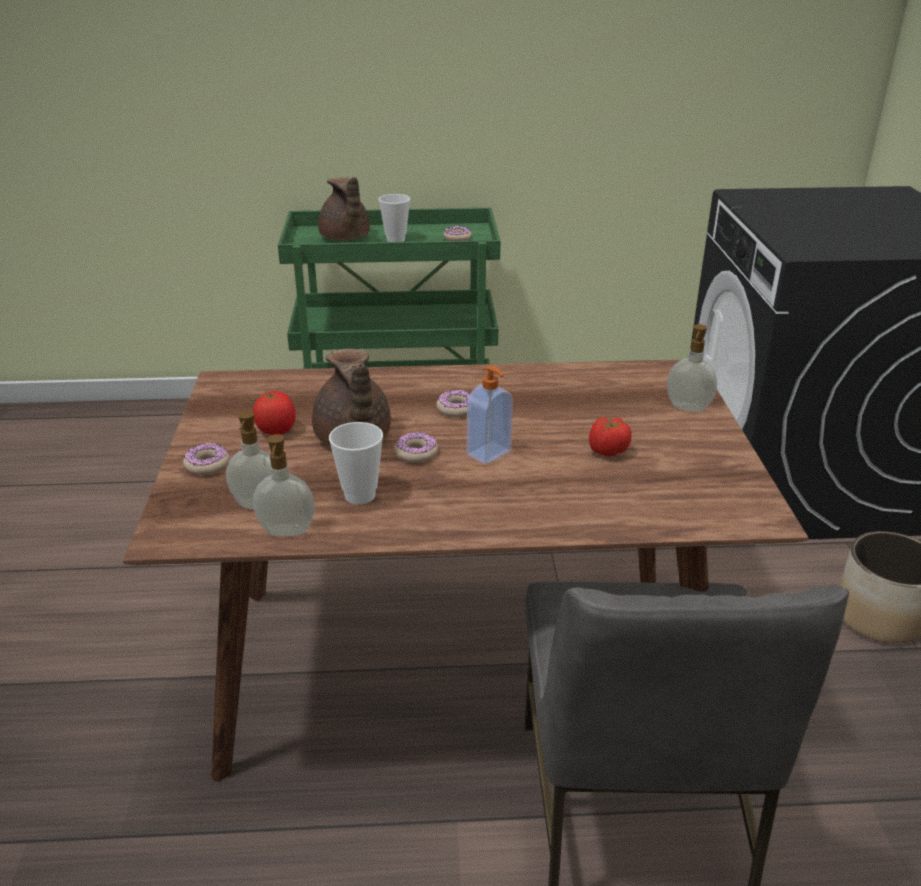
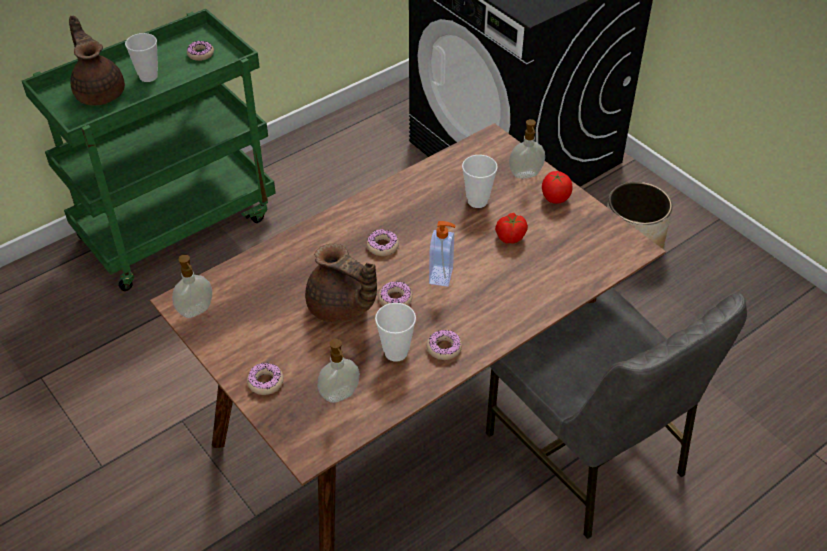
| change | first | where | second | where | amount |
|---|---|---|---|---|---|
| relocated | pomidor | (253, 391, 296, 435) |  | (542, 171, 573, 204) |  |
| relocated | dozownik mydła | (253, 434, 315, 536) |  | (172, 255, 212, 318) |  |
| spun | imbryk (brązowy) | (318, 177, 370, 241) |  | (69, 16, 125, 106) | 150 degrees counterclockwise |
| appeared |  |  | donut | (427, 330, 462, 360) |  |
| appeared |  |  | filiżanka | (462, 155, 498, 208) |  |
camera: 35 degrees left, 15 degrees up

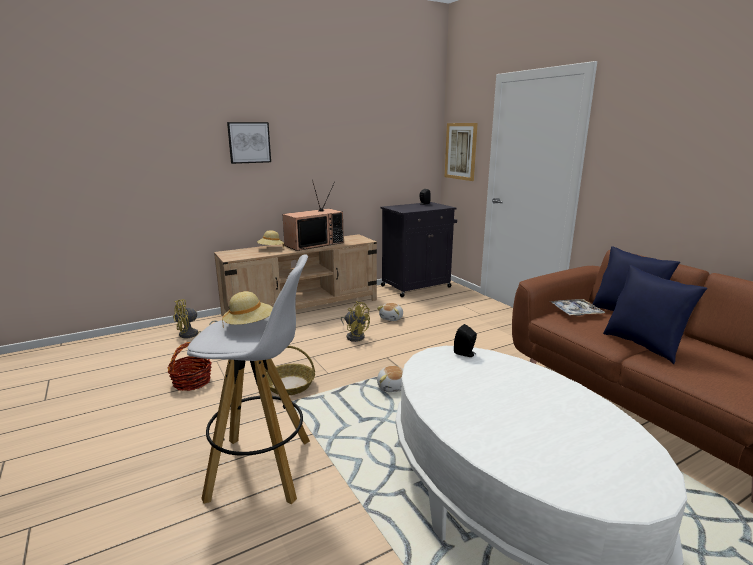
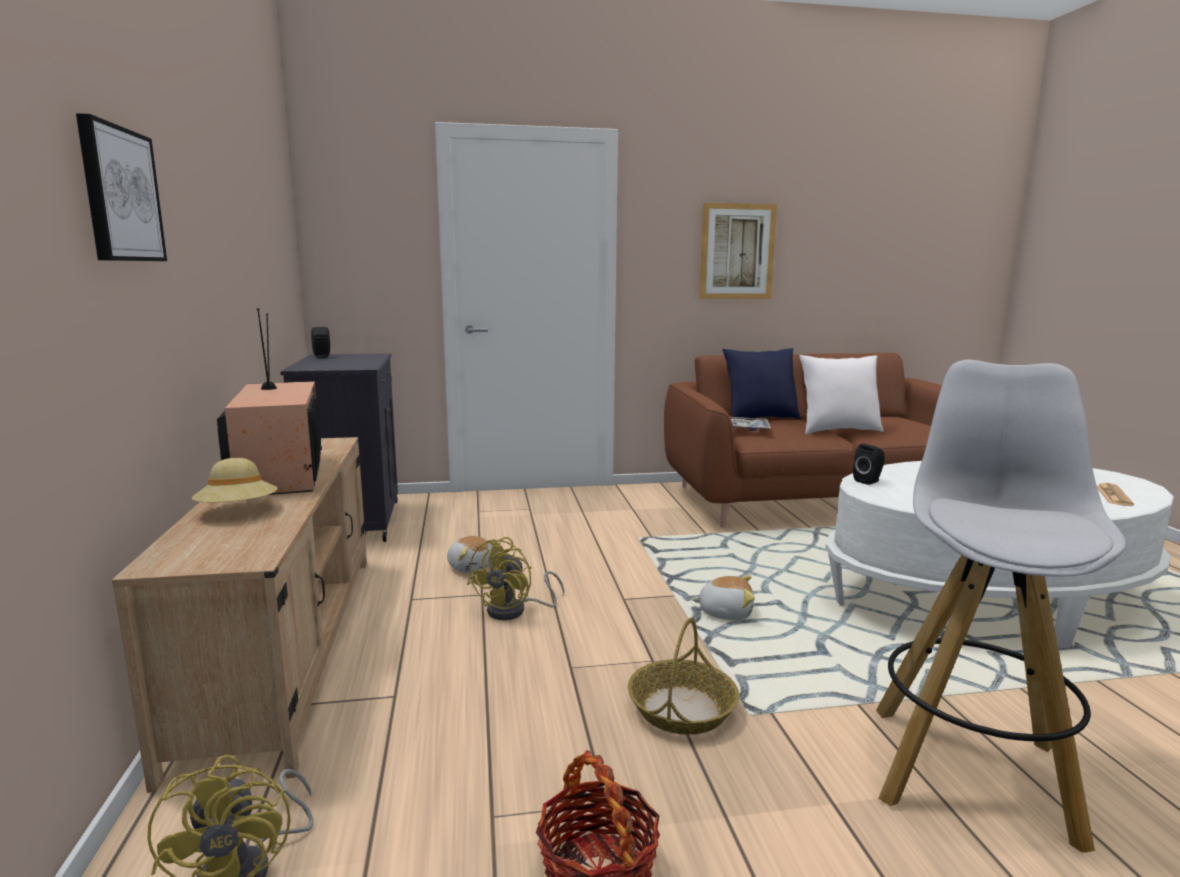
| change | first | where | second | where | amount |
|---|---|---|---|---|---|
| missing | kapelusz (beżowy) | (222, 291, 273, 326) |  |  |  |
| spun | wentylator (żółty) | (341, 301, 370, 342) |  | (467, 537, 565, 620) | 150 degrees clockwise |
| relocated | obraz | (445, 123, 478, 181) |  | (699, 203, 777, 299) |  |
| colour | poduszka (niebieski) | (603, 265, 707, 364) | poduszka (biały) | (799, 355, 884, 434) |  |
| appeared |  |  | gazeta | (1097, 483, 1134, 506) |  |
camera: 70 degrees left, 5 degrees down

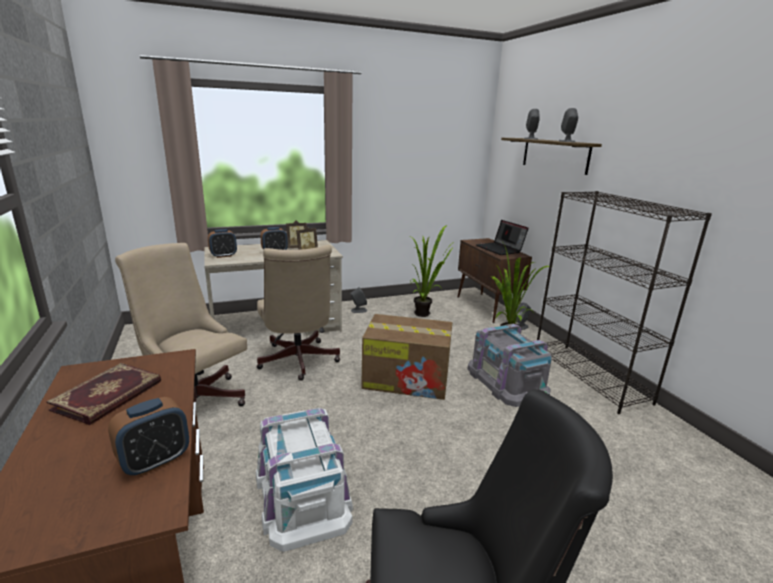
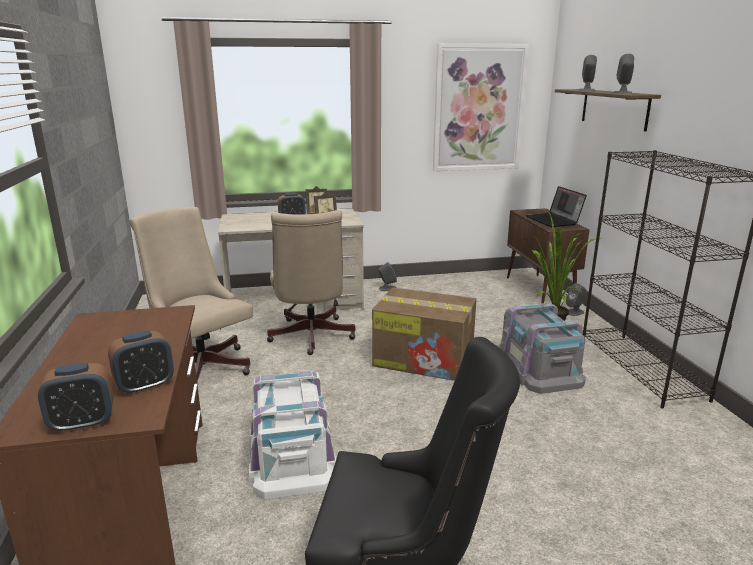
| change | first | where | second | where | amount |
|---|---|---|---|---|---|
| missing | książka | (46, 363, 161, 425) |  |  |  |
| relocated | budzik | (208, 229, 237, 258) |  | (38, 363, 113, 433) |  |
| missing | roślina doniczkowa | (410, 225, 454, 317) |  |  |  |
| appeared |  |  | obraz | (433, 43, 529, 171) |  |
camera: 10 degrees right, 0 degrees up

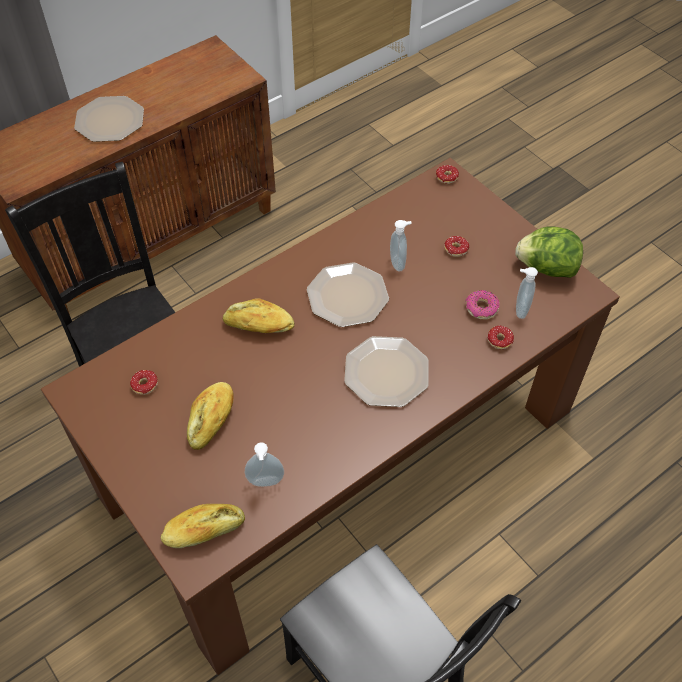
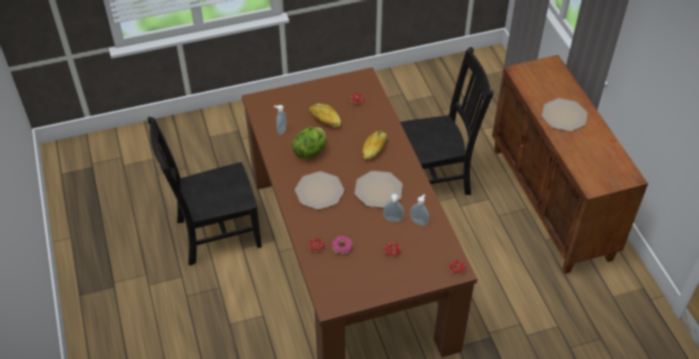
| change | first | where | second | where | amount |
|---|---|---|---|---|---|
| missing | chleb | (161, 504, 245, 548) |  |  |  |
| relocated | sałata | (515, 226, 583, 278) |  | (292, 127, 326, 159) |  |
| relocated | dozownik mydła | (516, 267, 538, 319) |  | (410, 195, 429, 226) |  |
camera: 110 degrees right, 5 degrees down

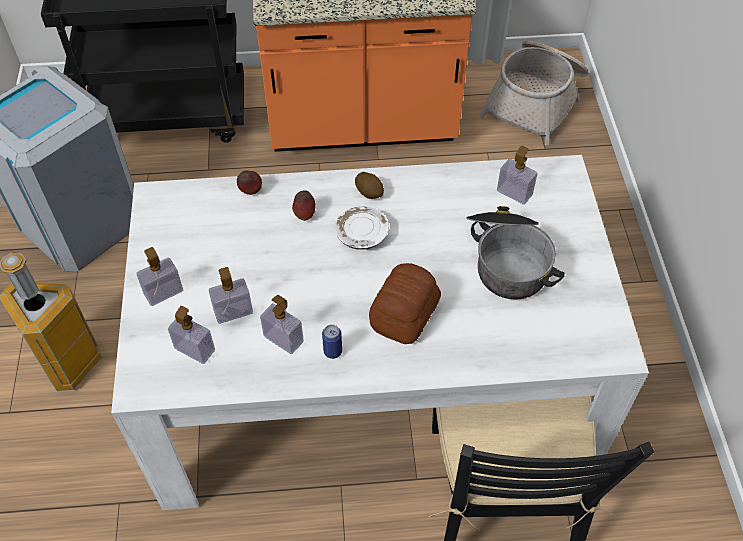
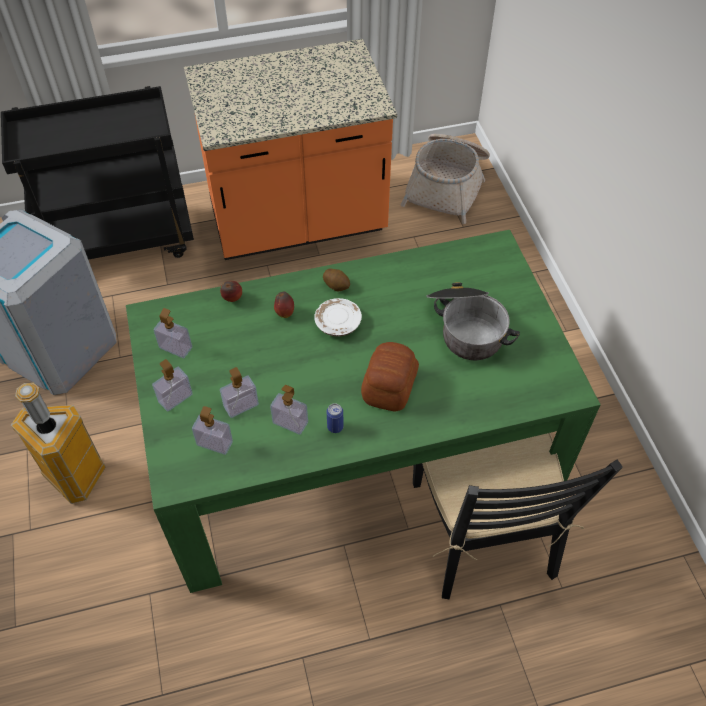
| change | first | where | second | where | amount |
|---|---|---|---|---|---|
| colour | stół jadalny (biały) | (111, 155, 649, 510) | stół jadalny (zielony) | (126, 230, 601, 593) |  |
| relocated | dozownik mydła | (497, 145, 538, 205) |  | (153, 308, 192, 358) |  |
camera: 10 degrees left, 0 degrees up

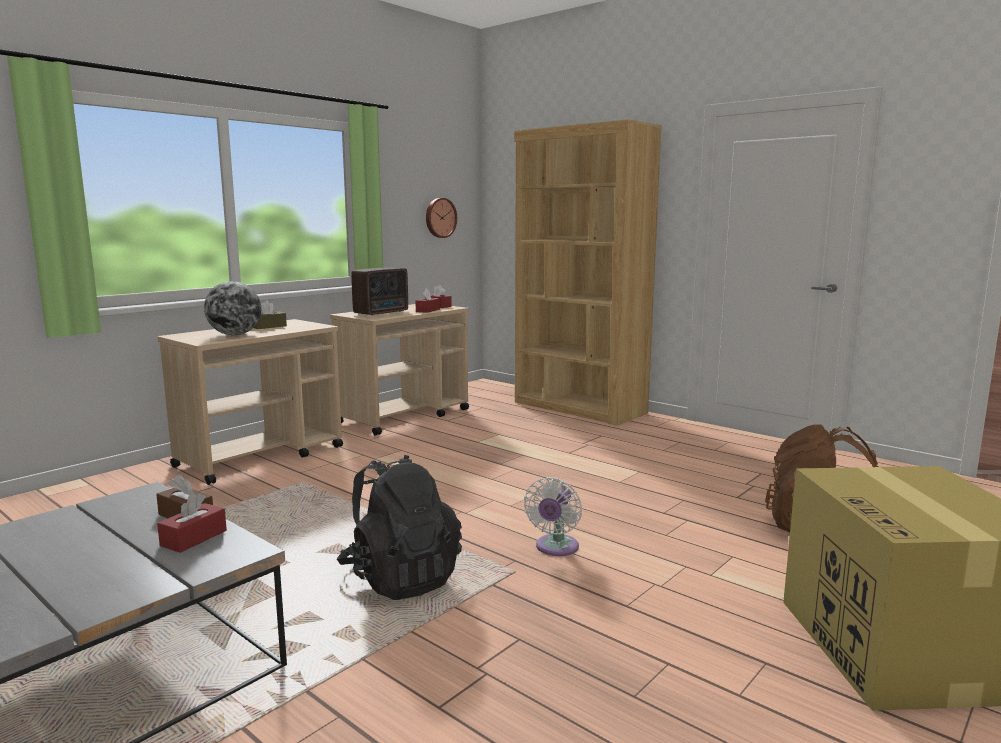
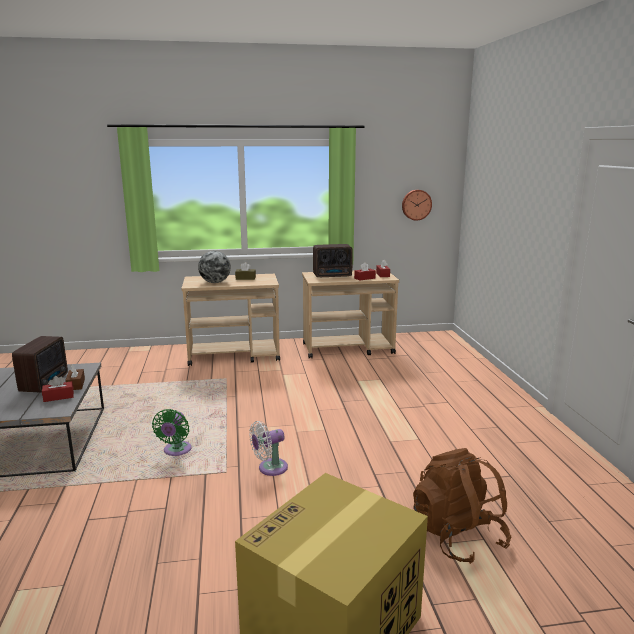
| change | first | where | second | where | amount |
|---|---|---|---|---|---|
| exchanged | plecak (czarny) | (337, 455, 462, 600) | wentylator (zielony) | (152, 409, 192, 456) |  |
| missing | regał (brązowy) | (514, 119, 662, 426) |  |  |  |
| appeared |  |  | radio | (12, 336, 68, 393) |  |
camera: 40 degrees right, 5 degrees up

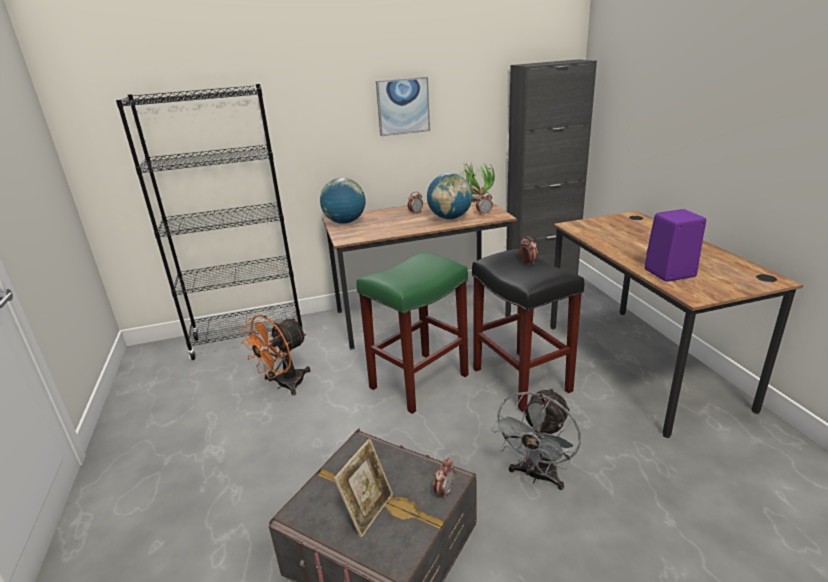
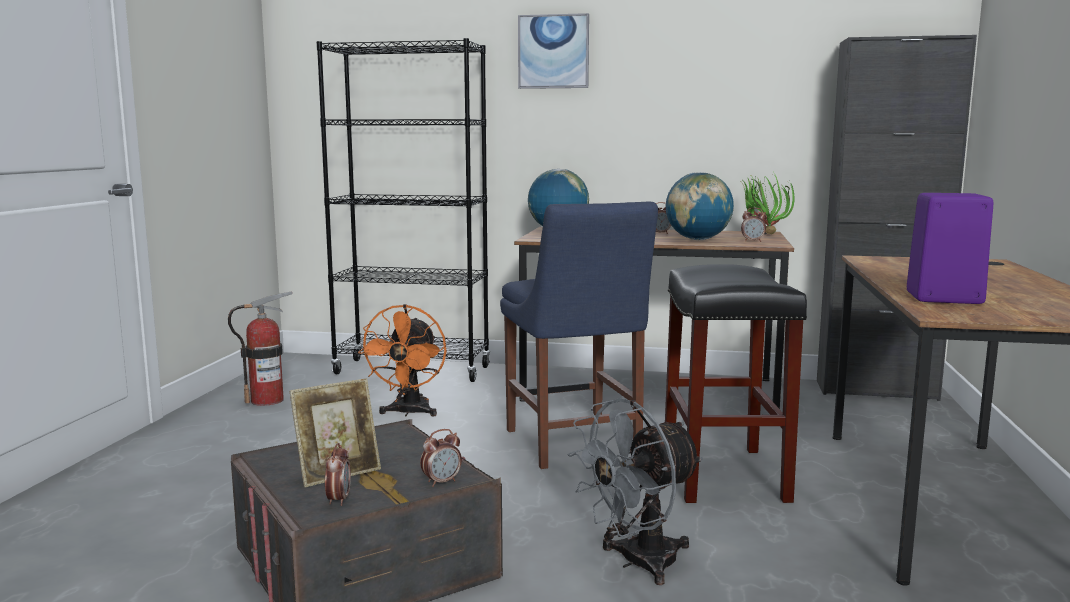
| change | first | where | second | where | amount |
|---|---|---|---|---|---|
| spun | wentylator (pomarańczowy) | (240, 314, 310, 395) |  | (358, 304, 447, 417) | 60 degrees counterclockwise |
| exchanged | stołek (zielony) | (356, 252, 469, 414) | krzesło (niebieski) | (500, 202, 658, 469) |  |
| relocated | obraz | (376, 77, 430, 136) |  | (518, 13, 589, 89) |  |
| relocated | budzik | (519, 236, 538, 265) |  | (325, 443, 351, 506) |  |
| appeared |  |  | gaśnica | (228, 292, 293, 406) |  |
camera: 25 degrees right, 15 degrees down

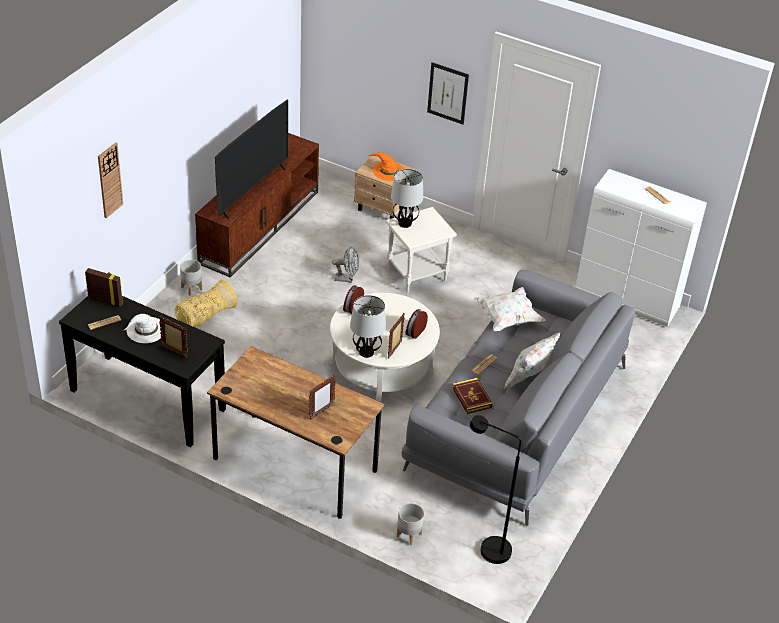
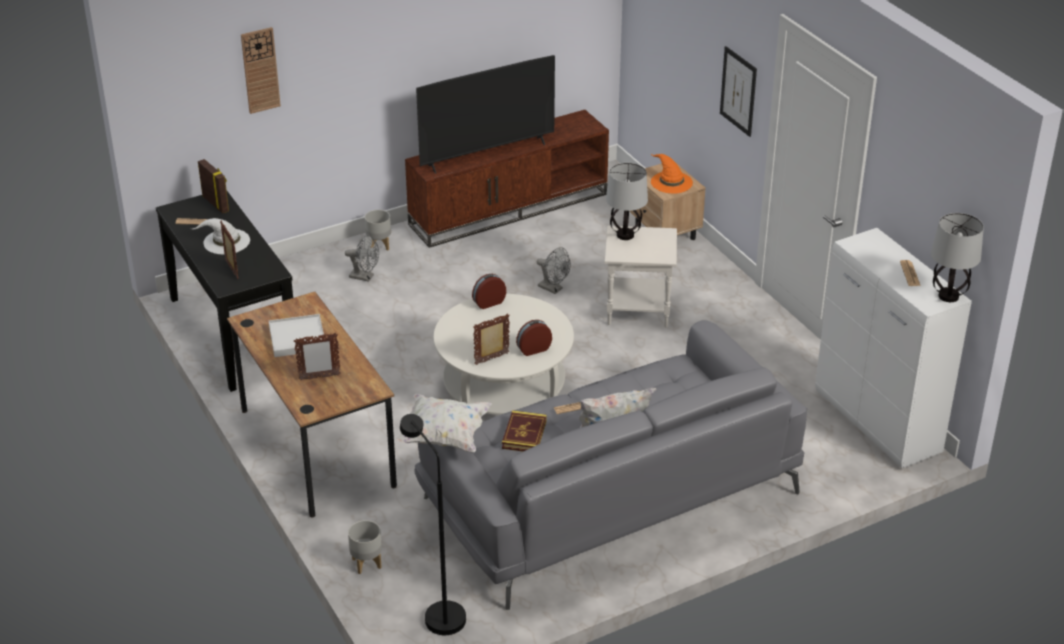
| change | first | where | second | where | amount |
|---|---|---|---|---|---|
| exchanged | koszyk | (175, 280, 237, 328) | wentylator (szary) | (345, 235, 379, 282) |  |
| relocated | lampa stołowa | (350, 295, 386, 358) |  | (931, 213, 984, 302) |  |
| relocated | poduszka (biały) | (474, 287, 546, 331) |  | (396, 394, 492, 452) |  |
| appeared |  |  | taca (biały) | (269, 314, 324, 357) |  |
camera: 35 degrees right, 5 degrees down

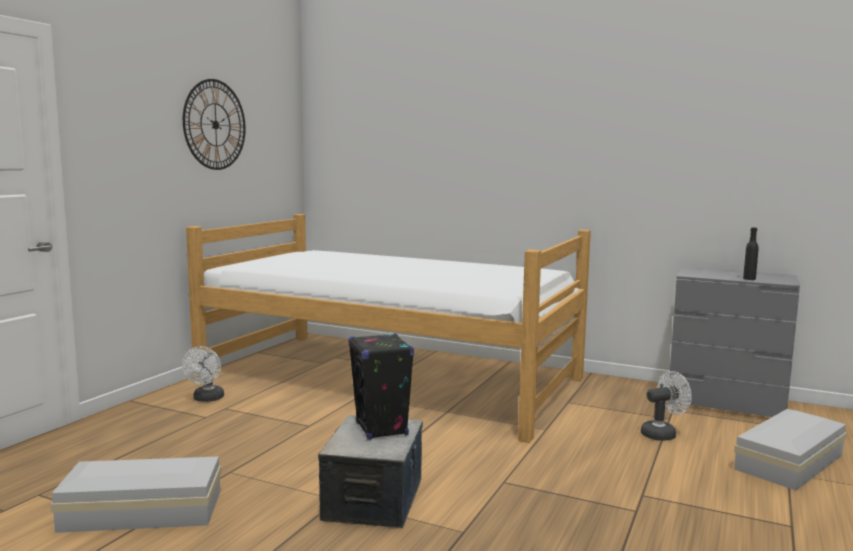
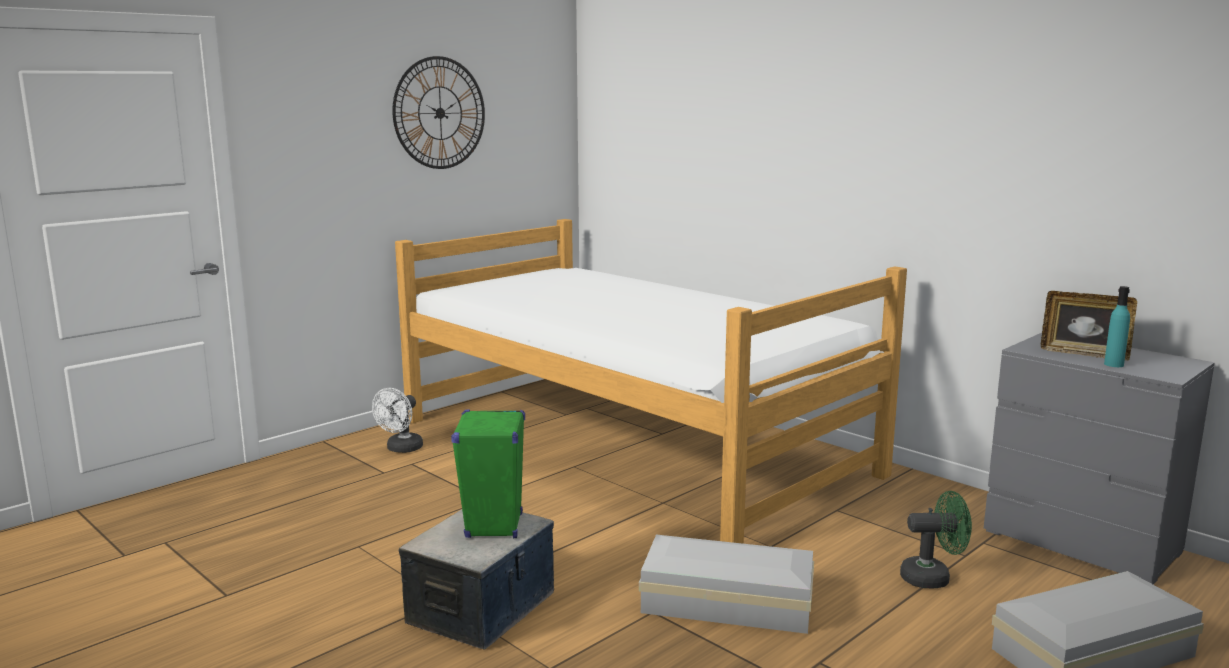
| change | first | where | second | where | amount |
|---|---|---|---|---|---|
| relocated | pojemnik do przechowywania (biały) | (50, 456, 221, 533) |  | (639, 535, 814, 634) |  |
| colour | głośnik (czarny) | (348, 333, 414, 440) | głośnik (zielony) | (451, 409, 525, 538) |  |
| colour | wentylator (biały) | (641, 371, 692, 441) | wentylator (zielony) | (900, 491, 972, 589) |  |
| colour | butelka (czarny) | (743, 227, 758, 280) | butelka (turkusowy) | (1104, 286, 1130, 367) |  |
| appeared |  |  | ramka na zdjęcie | (1041, 291, 1137, 360) |  |
camera: 20 degrees right, 5 degrees up

